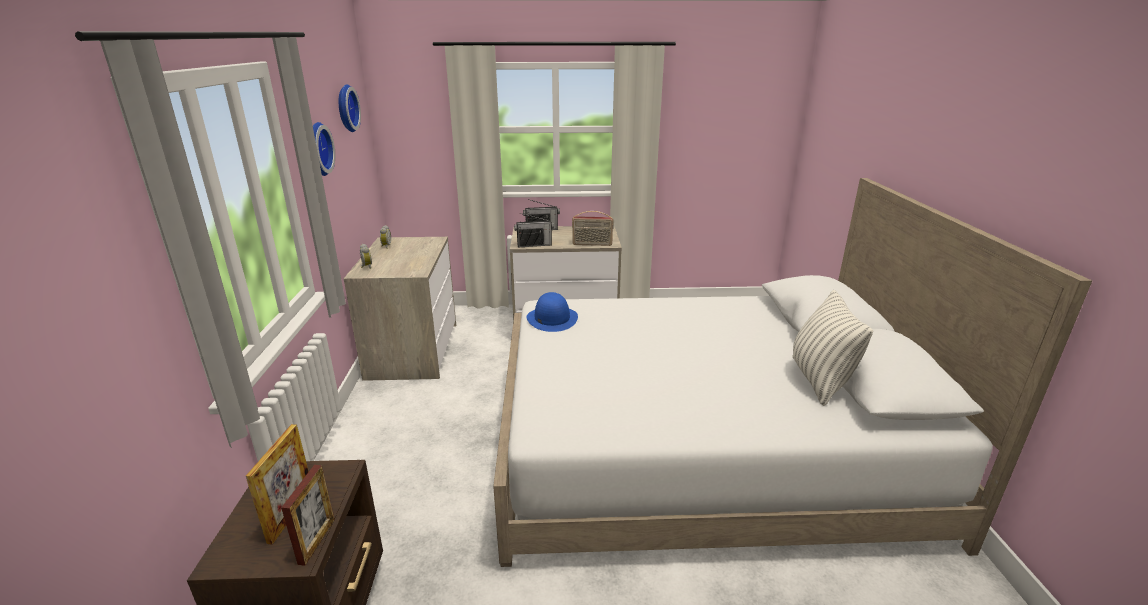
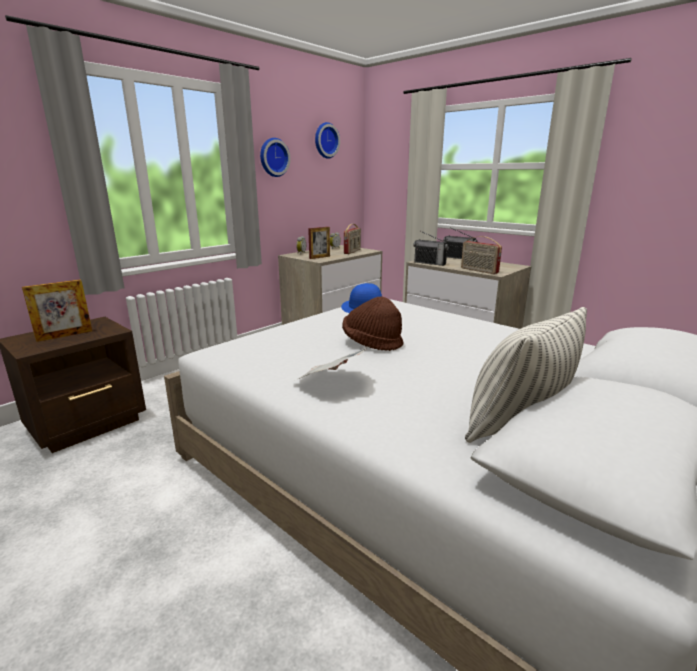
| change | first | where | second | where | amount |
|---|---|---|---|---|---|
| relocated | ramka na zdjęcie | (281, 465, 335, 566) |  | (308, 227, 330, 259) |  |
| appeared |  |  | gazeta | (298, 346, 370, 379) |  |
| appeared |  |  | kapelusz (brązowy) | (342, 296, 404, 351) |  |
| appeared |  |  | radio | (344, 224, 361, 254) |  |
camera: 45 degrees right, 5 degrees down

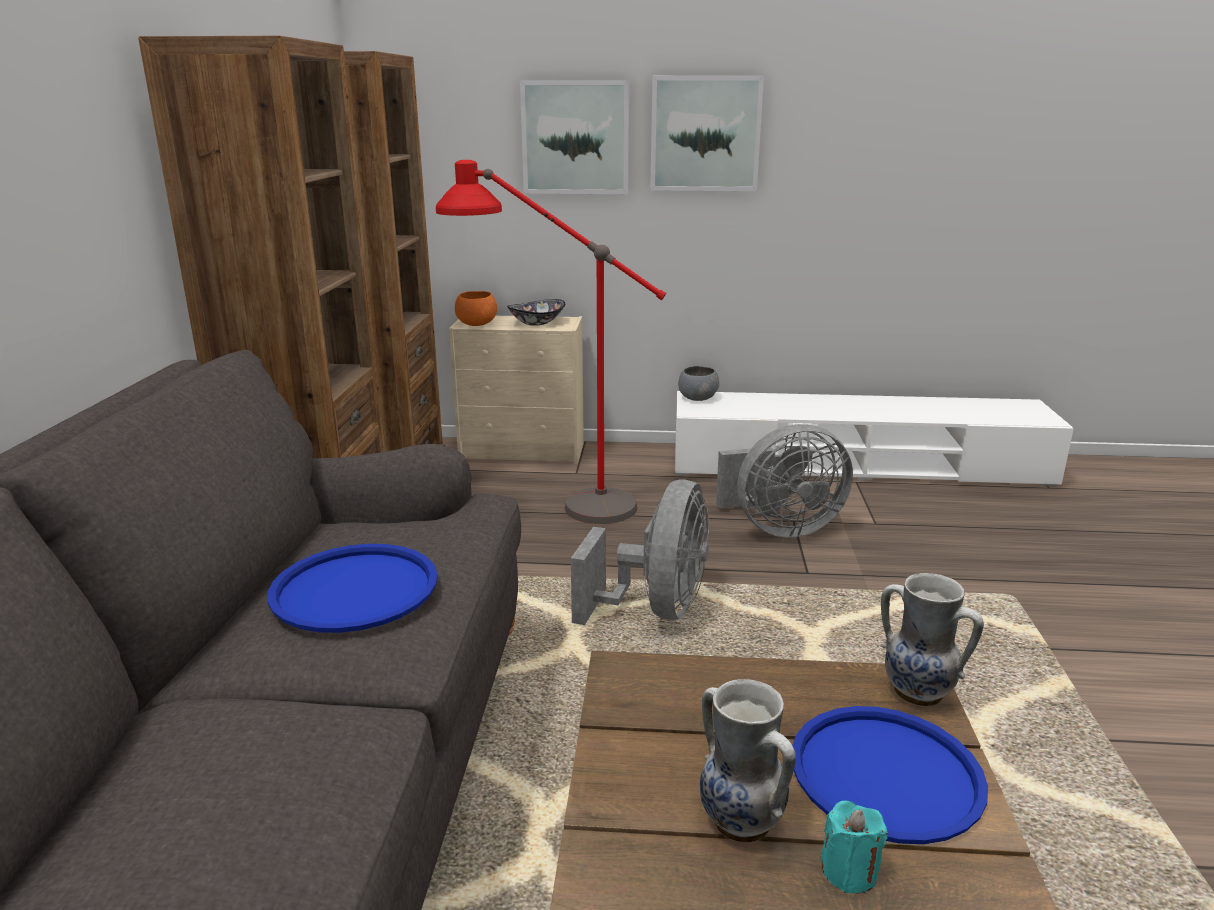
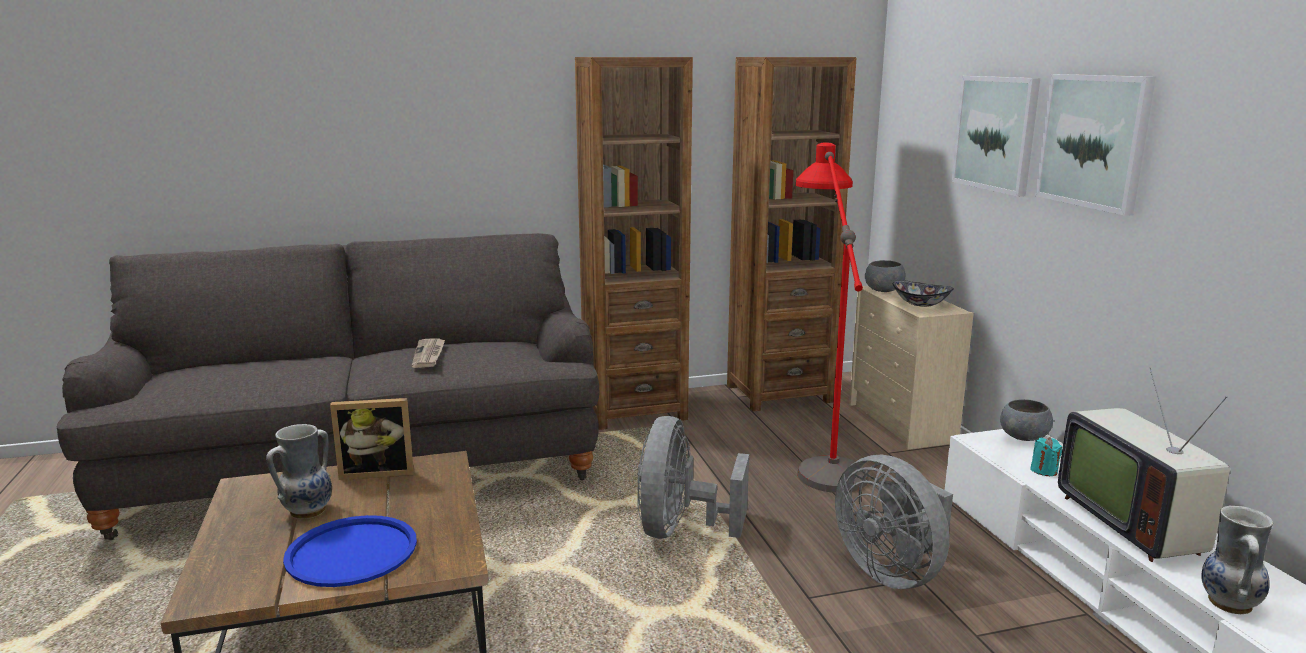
| change | first | where | second | where | amount |
|---|---|---|---|---|---|
| exchanged | taca (niebieski) | (268, 544, 438, 633) | gazeta | (411, 338, 445, 368) |  |
| colour | miska (pomarańczowy) | (455, 291, 497, 326) | miska (szary) | (865, 260, 905, 292) |  |
| spun | wentylator (szary) | (571, 480, 709, 625) |  | (637, 416, 749, 539) | 105 degrees clockwise |
| relocated | świeca (turkusowy) | (820, 801, 888, 894) |  | (1030, 437, 1062, 476) |  |
| relocated | wazon | (881, 573, 984, 707) |  | (1201, 505, 1273, 614) |  |
| appeared |  |  | ramka na zdjęcie | (330, 398, 414, 480) |  |
| appeared |  |  | telewizor | (1058, 367, 1230, 562) |  |
camera: 70 degrees right, 5 degrees down

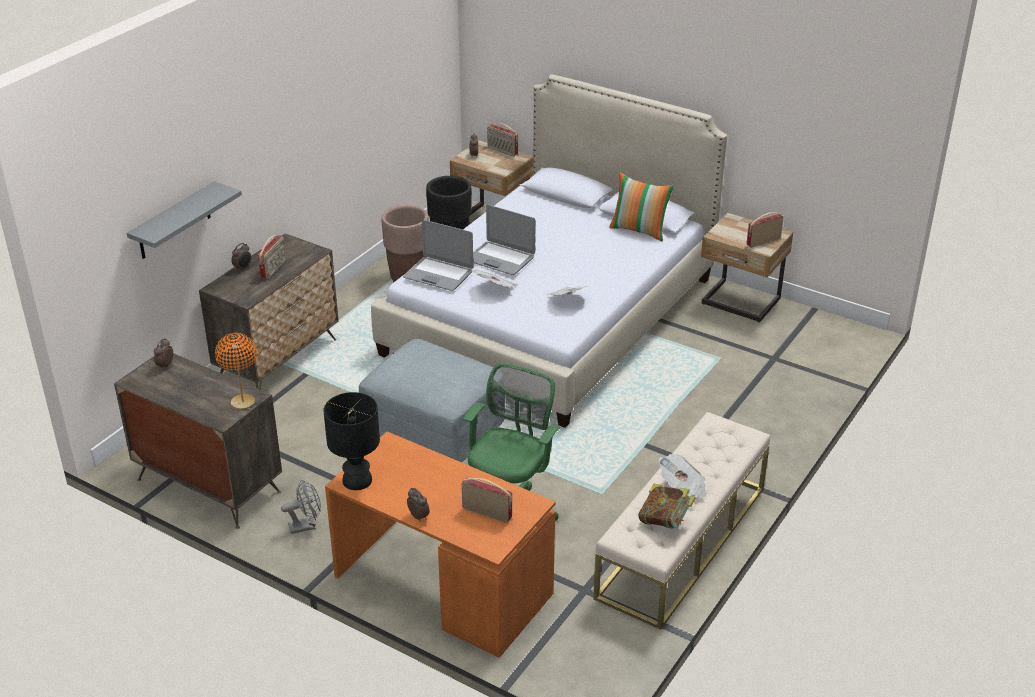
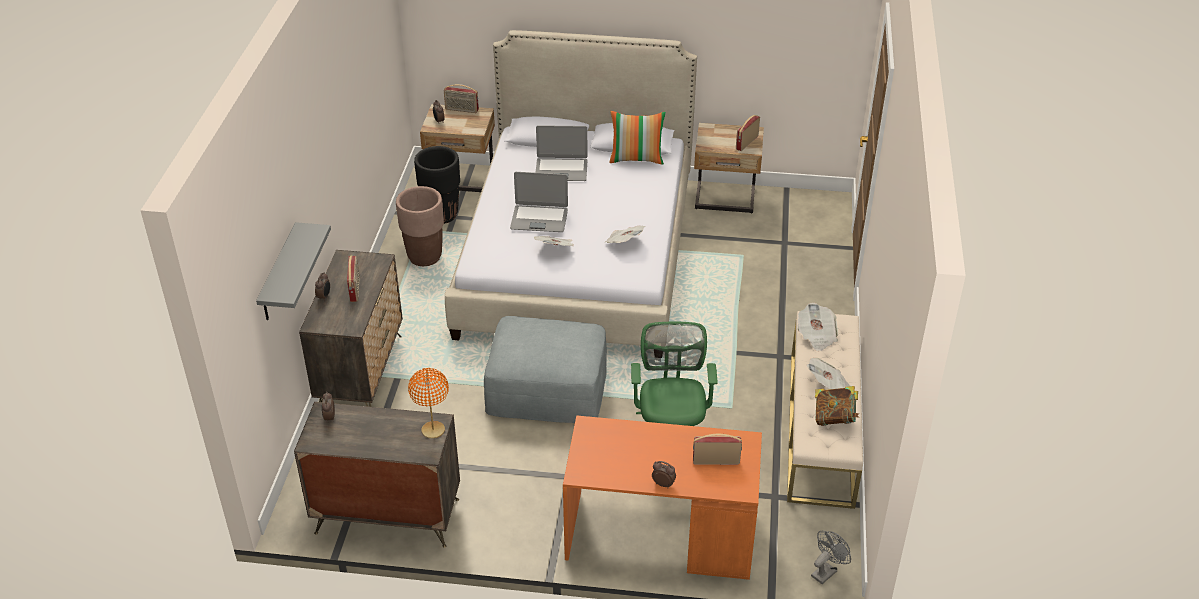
| change | first | where | second | where | amount |
|---|---|---|---|---|---|
| relocated | wentylator (szary) | (281, 480, 321, 534) |  | (811, 531, 851, 584) |  |
| missing | lampa stołowa (czarny) | (324, 392, 380, 490) |  |  |  |
| relocated | laptop | (403, 220, 473, 291) |  | (536, 125, 587, 181) |  |
| appeared |  |  | gazeta | (797, 303, 838, 352) |  |
camera: 25 degrees left, 5 degrees up

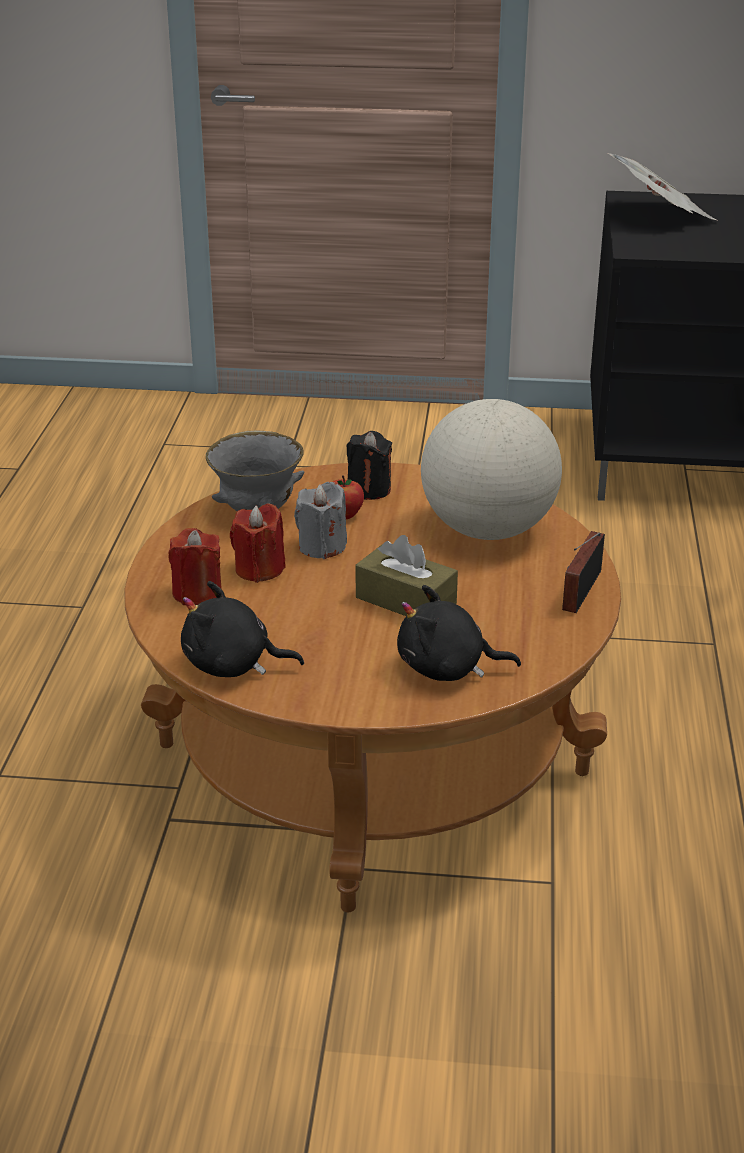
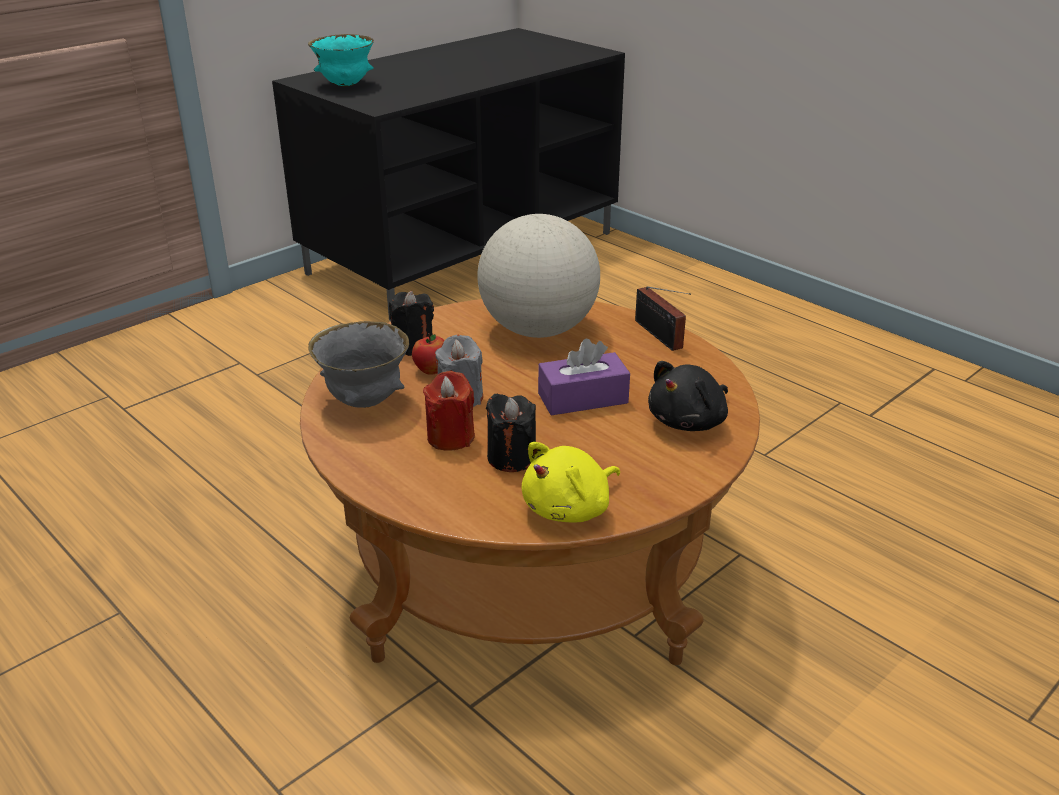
| change | first | where | second | where | amount |
|---|---|---|---|---|---|
| missing | świeca (czerwony) | (169, 528, 221, 605) |  |  |  |
| colour | pluszak (czarny) | (181, 581, 304, 677) | pluszak (żółty) | (522, 442, 620, 522) |  |
| colour | pudełko chusteczek (brązowy) | (355, 535, 458, 616) | pudełko chusteczek (fioletowy) | (538, 339, 630, 416) |  |
| exchanged | gazeta | (607, 153, 716, 220) | miska (turkusowy) | (308, 34, 374, 87) |  |
| appeared |  |  | świeca (czarny) | (486, 394, 536, 472) |  |
camera: 50 degrees left, 0 degrees up

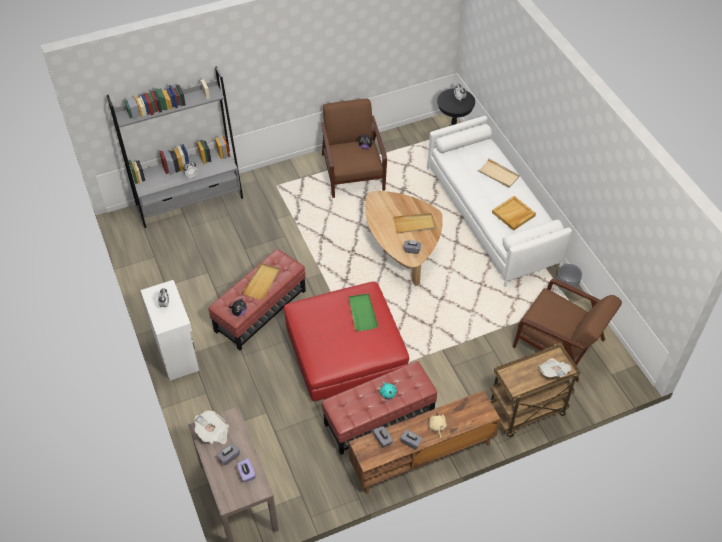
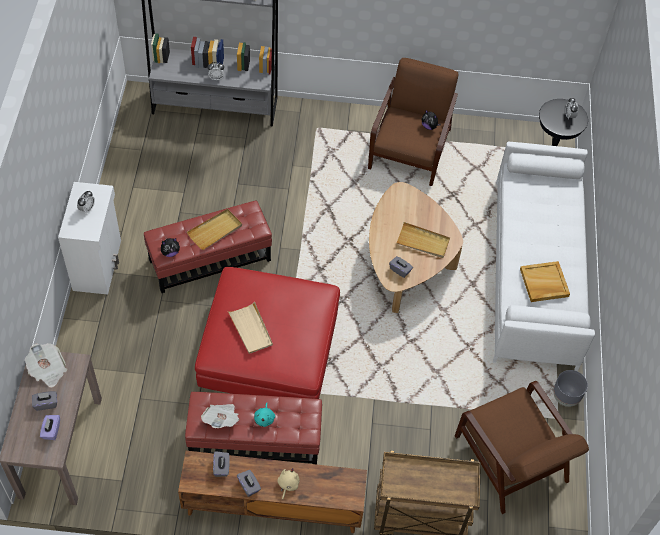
| change | first | where | second | where | amount |
|---|---|---|---|---|---|
| missing | taca (zielony) | (349, 293, 379, 331) |  |  |  |
| relocated | taca (beżowy) | (477, 158, 520, 188) |  | (228, 301, 273, 354) |  |
| relocated | gazeta | (538, 358, 572, 377) |  | (201, 404, 239, 428) |  |
camera: 25 degrees right, 5 degrees up

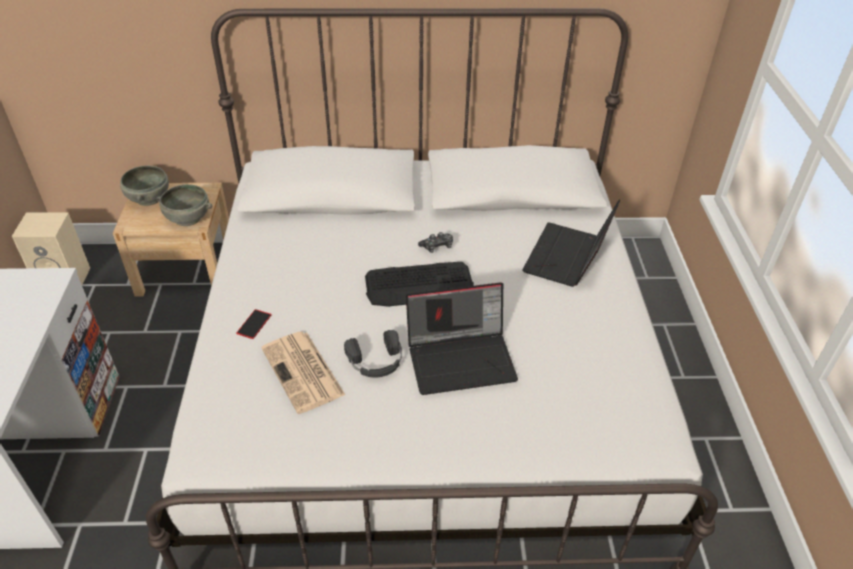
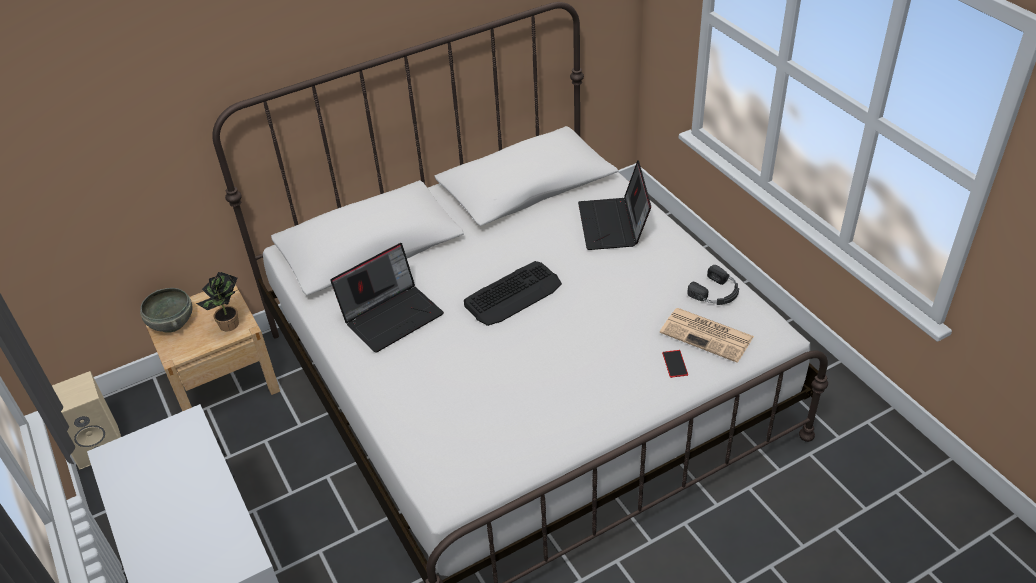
| change | first | where | second | where | amount |
|---|---|---|---|---|---|
| exchanged | miska (szary) | (157, 184, 212, 226) | roślina doniczkowa | (196, 272, 239, 331) |  |
| relocated | telefon | (236, 309, 272, 339) |  | (662, 350, 688, 378) |  |
| relocated | gazeta | (261, 332, 345, 414) |  | (660, 308, 754, 363) |  |
| relocated | słuchawki (czarny) | (344, 330, 402, 378) |  | (687, 265, 739, 305) |  |
| relocated | laptop | (406, 282, 518, 395) |  | (330, 243, 444, 353) |  |
| missing | pad do gier | (418, 232, 453, 253) |  |  |  |
camera: 25 degrees left, 0 degrees up

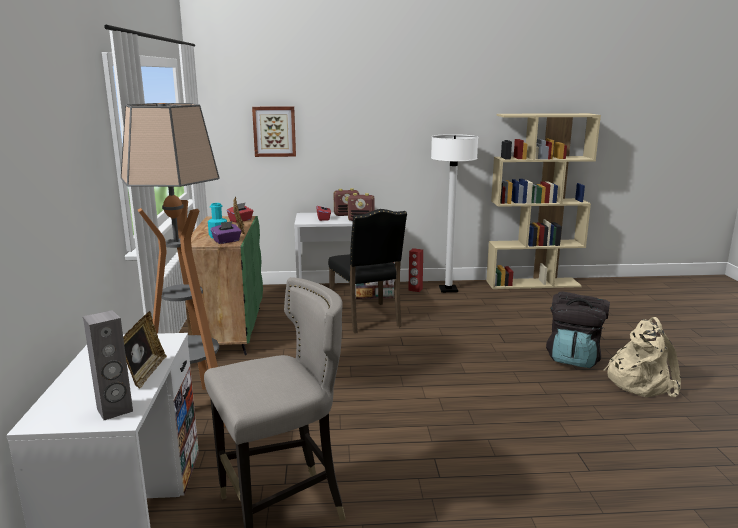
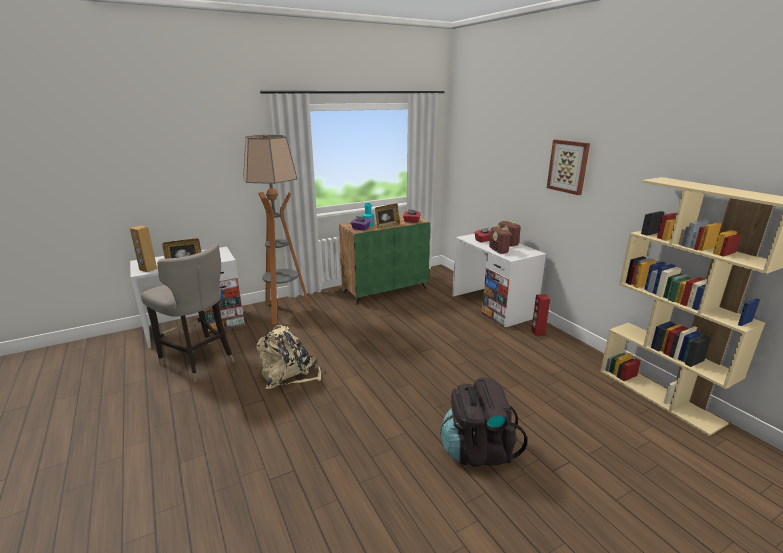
| change | first | where | second | where | amount |
|---|---|---|---|---|---|
| colour | głośnik (szary) | (83, 310, 133, 420) | głośnik (brązowy) | (130, 225, 157, 272) |  |
| relocated | obraz | (252, 107, 296, 157) |  | (547, 140, 590, 195) |  |
| missing | krzesło (czarny) | (328, 209, 407, 334) |  |  |  |
| missing | lampa stojąca (biały) | (431, 134, 478, 293) |  |  |  |
| relocated | plecak (beżowy) | (603, 317, 681, 397) |  | (257, 325, 321, 389) |  |
camera: 65 degrees right, 5 degrees up

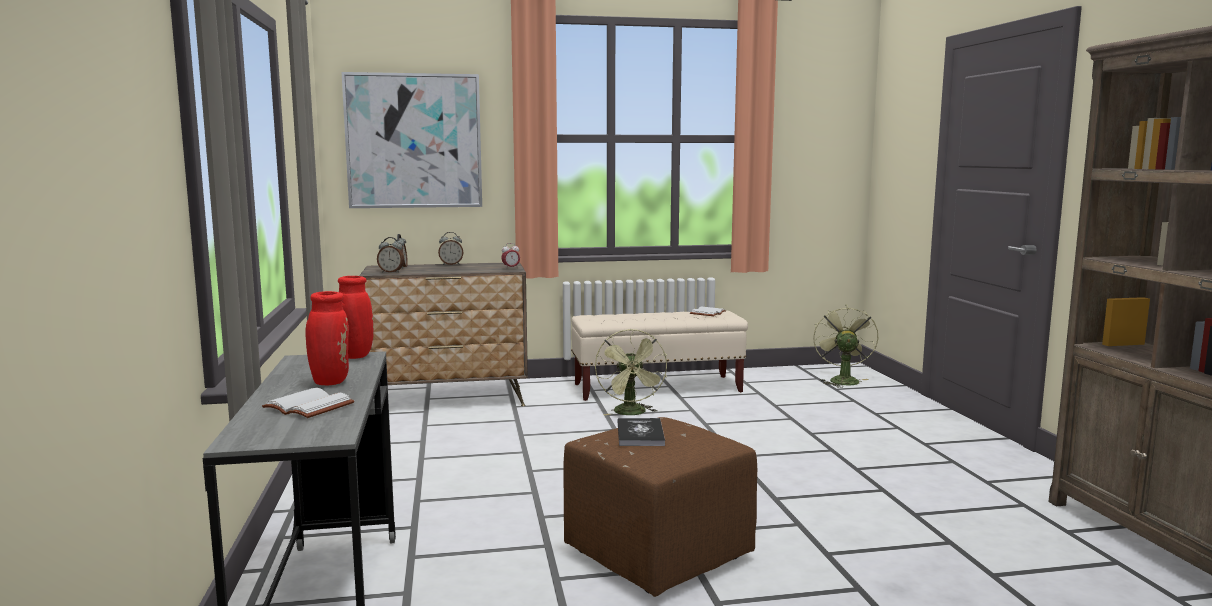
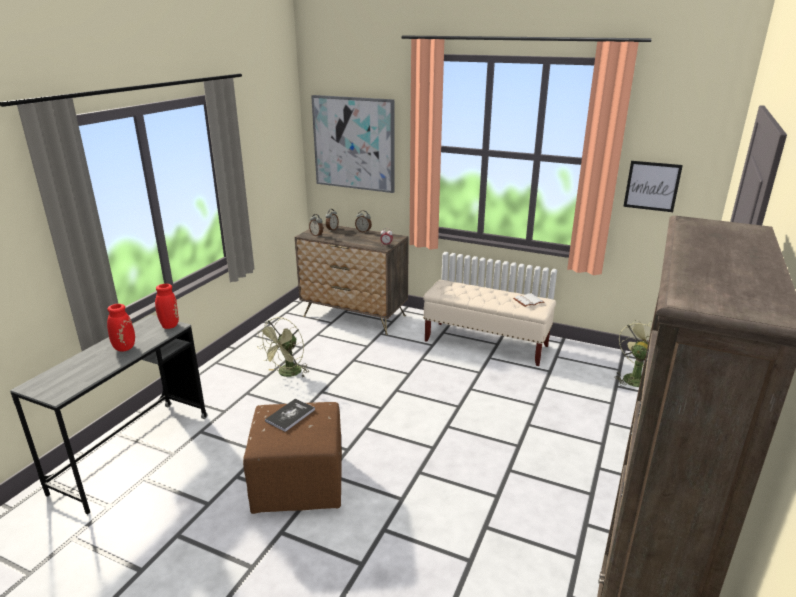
| change | first | where | second | where | amount |
|---|---|---|---|---|---|
| missing | książka (biały) | (262, 388, 354, 418) |  |  |  |
| relocated | wentylator (zielony) | (595, 329, 667, 416) |  | (257, 317, 309, 378) |  |
| appeared |  |  | obraz | (623, 161, 683, 212) |  |
camera: 35 degrees right, 15 degrees up

